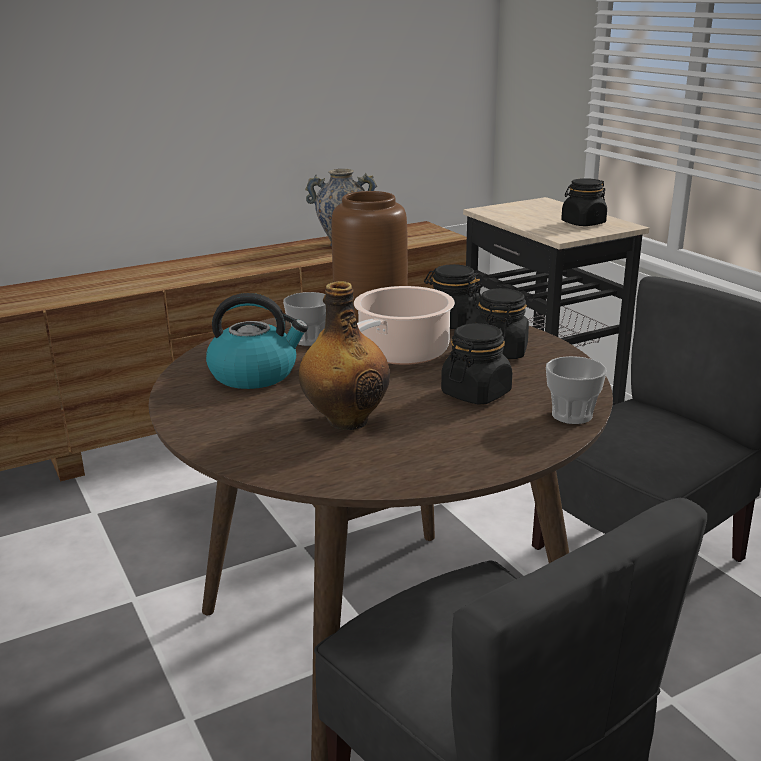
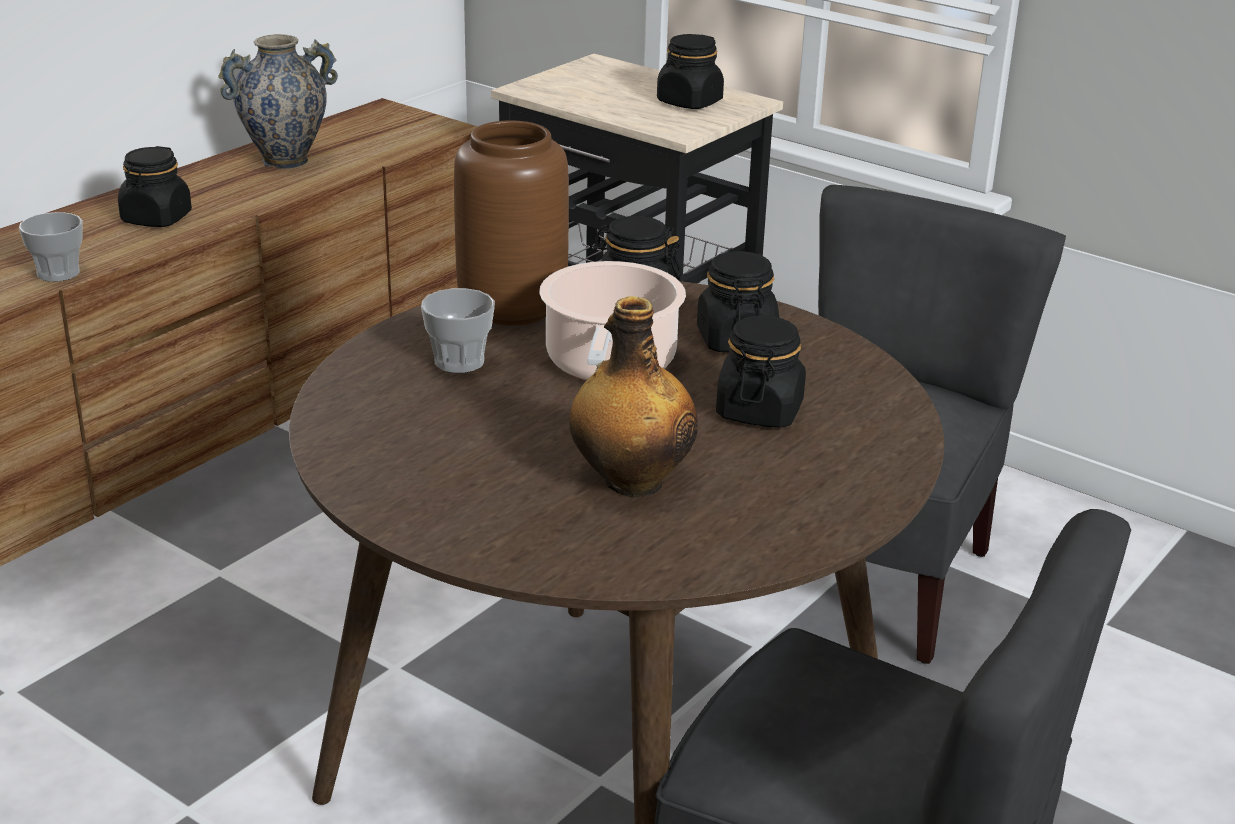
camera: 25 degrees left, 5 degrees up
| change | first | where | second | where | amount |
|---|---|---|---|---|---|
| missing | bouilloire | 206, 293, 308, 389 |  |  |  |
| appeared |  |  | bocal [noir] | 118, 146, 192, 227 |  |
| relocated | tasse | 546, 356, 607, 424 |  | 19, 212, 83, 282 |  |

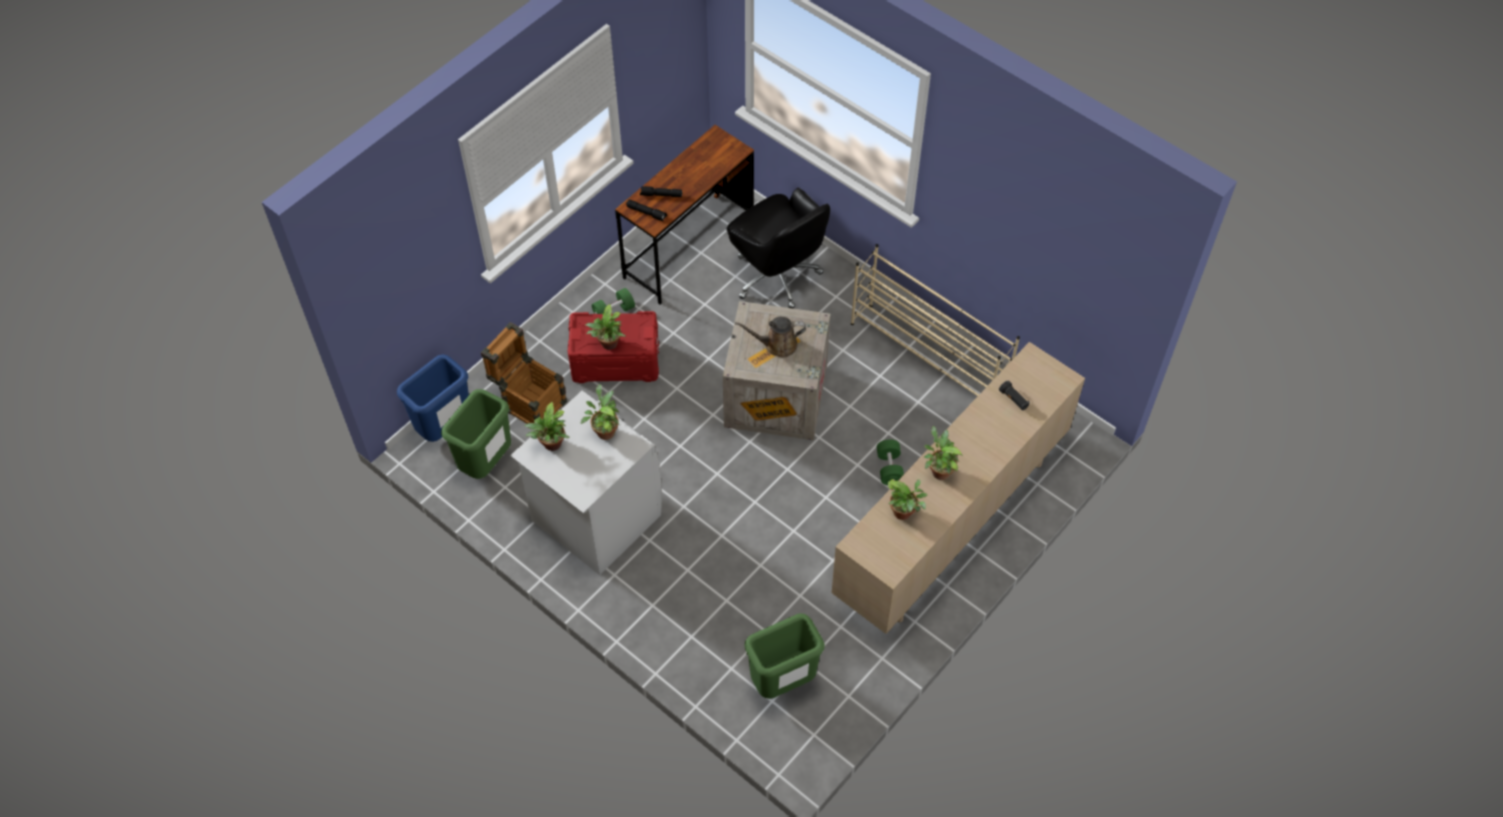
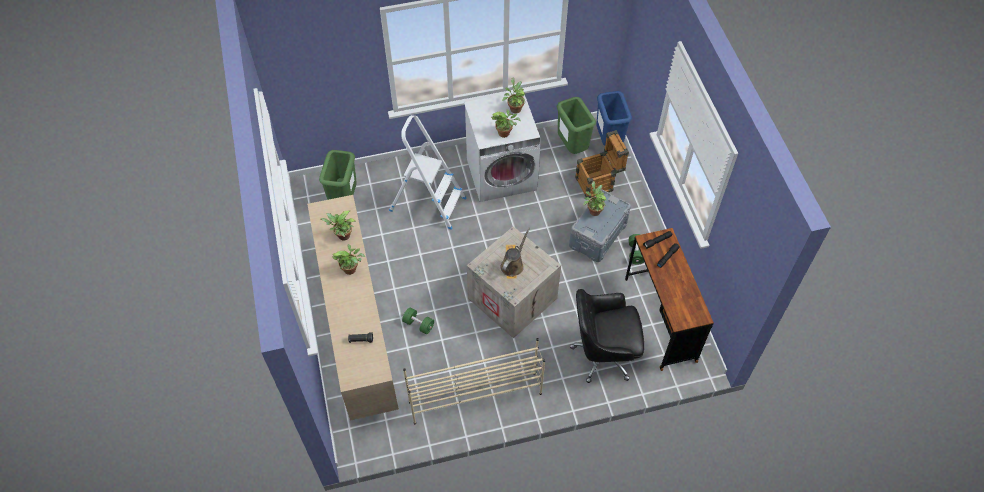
camera: 125 degrees right, 0 degrees up
| change | first | where | second | where | amount |
|---|---|---|---|---|---|
| appeared |  |  | escabeau [blanc] | 389, 115, 466, 230 |  |
| colour | boîte de rangement [rouge] | 567, 311, 659, 383 | boîte de rangement [gris] | 569, 189, 631, 262 |  |

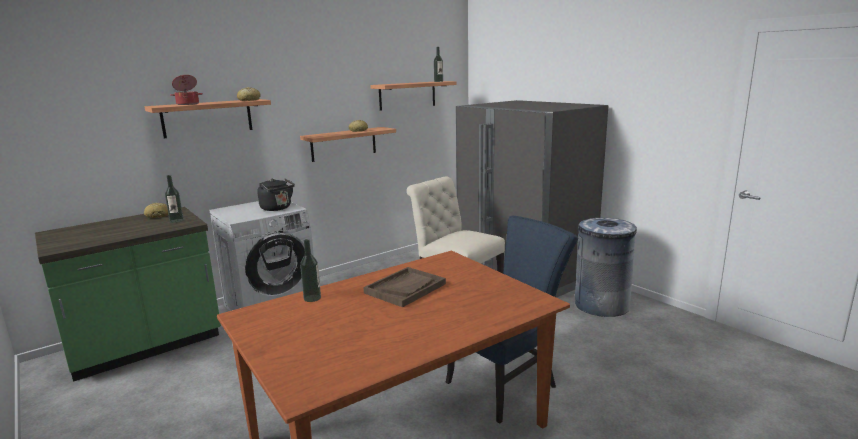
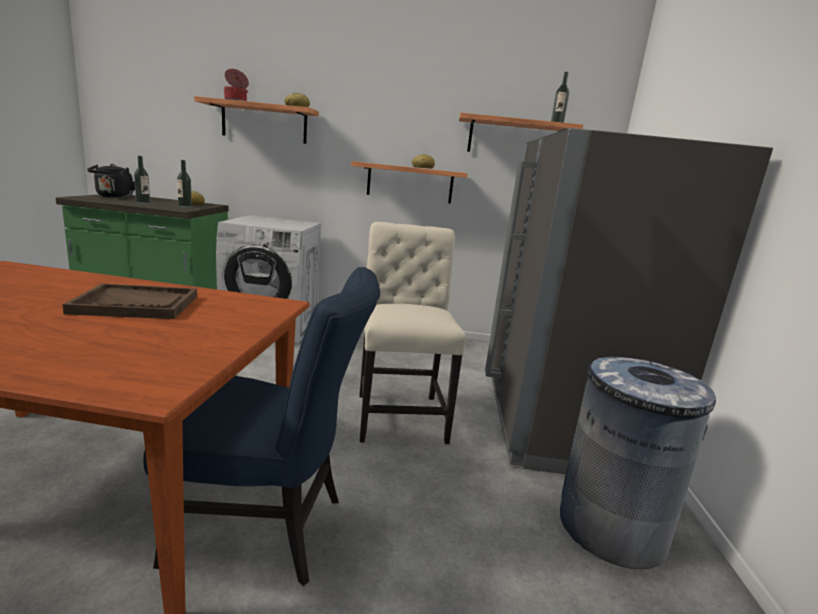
camera: 40 degrees right, 0 degrees up
| change | first | where | second | where | amount |
|---|---|---|---|---|---|
| relocated | bouilloire [noir] | 257, 178, 295, 211 |  | 87, 164, 135, 198 |  |
| relocated | bouteille | 300, 239, 321, 302 |  | 134, 156, 150, 204 |  |

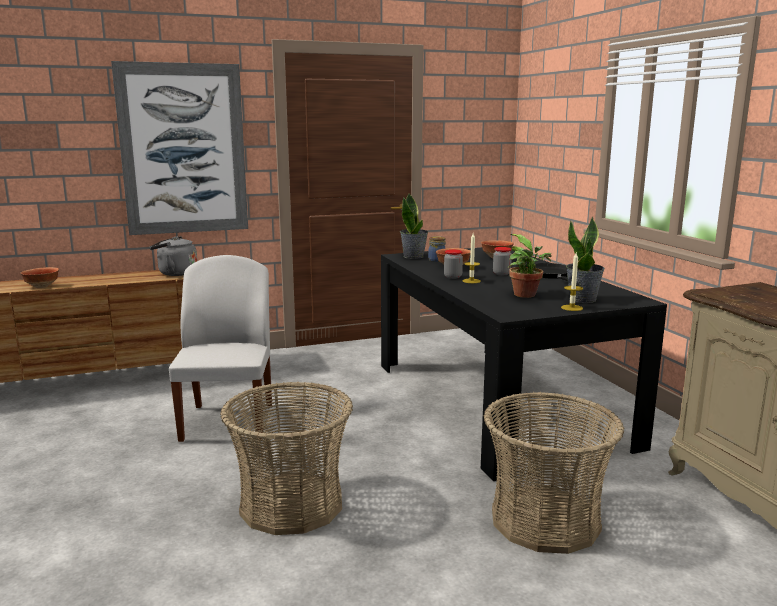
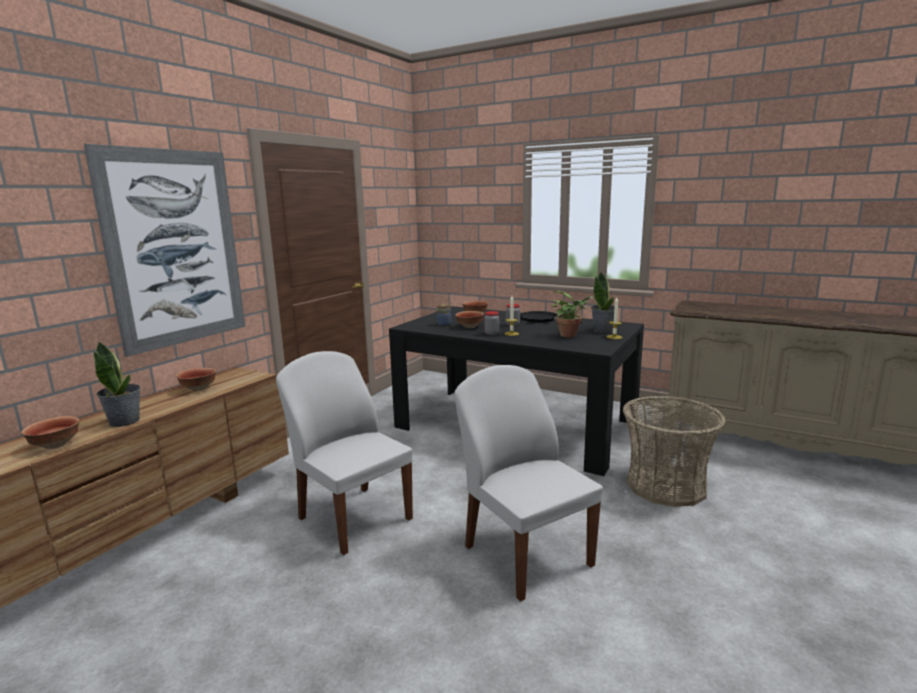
camera: 40 degrees left, 0 degrees up
| change | first | where | second | where | amount |
|---|---|---|---|---|---|
| relocated | plante en pot | 400, 194, 428, 259 |  | 94, 342, 140, 427 |  |
| exchanged | bouilloire [gris] | 149, 236, 197, 276 | bol | 176, 368, 216, 391 |  |
| exchanged | panier | 220, 382, 353, 535 | chaise [blanc] | 454, 365, 603, 601 |  |

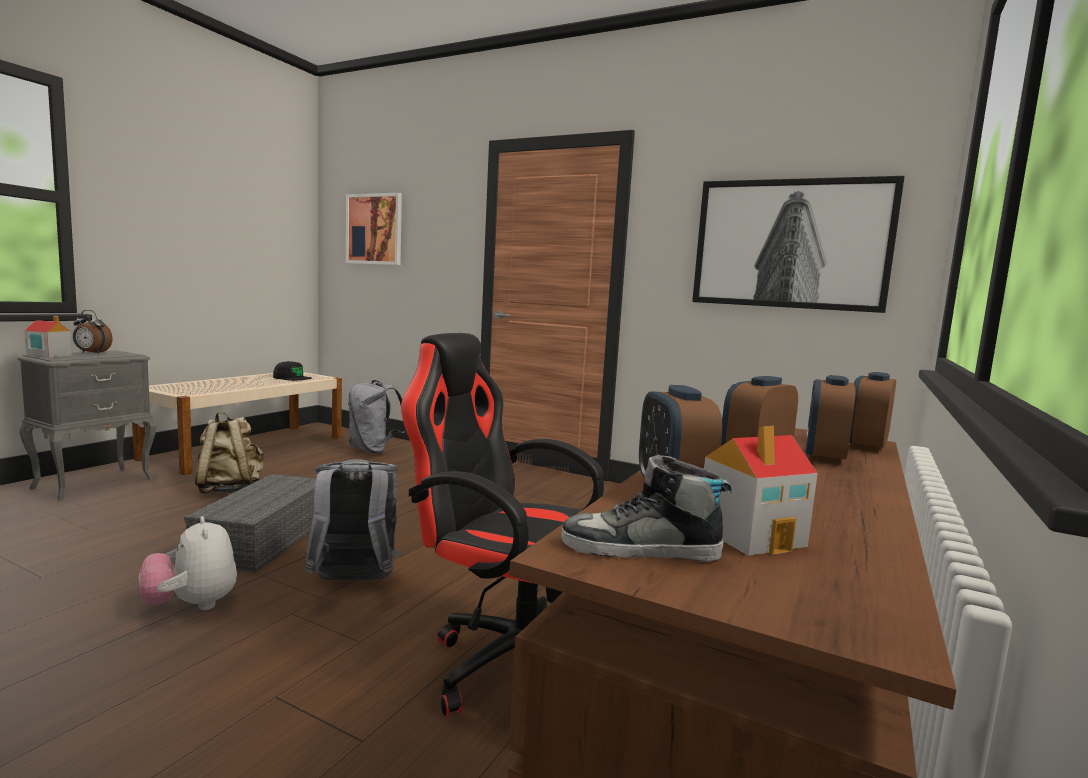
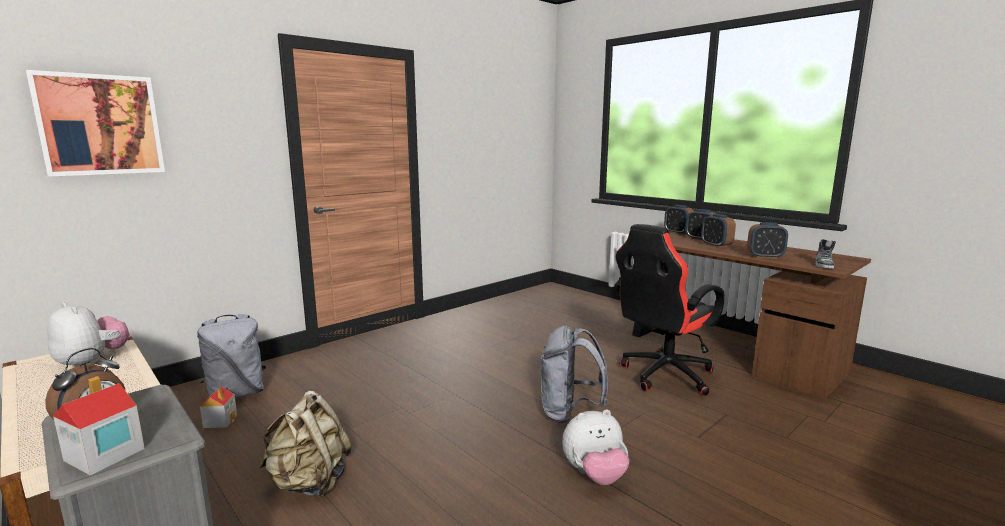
camera: 70 degrees left, 5 degrees up
| change | first | where | second | where | amount |
|---|---|---|---|---|---|
| missing | boîte de rangement [gris] | 184, 474, 316, 572 |  |  |  |
| missing | tableau | 692, 176, 905, 313 |  |  |  |
| relocated | maison miniature | 704, 426, 818, 556 |  | 199, 387, 237, 428 |  |
| exchanged | casquette [noir] | 273, 361, 312, 381 | peluche | 47, 302, 130, 366 |  |

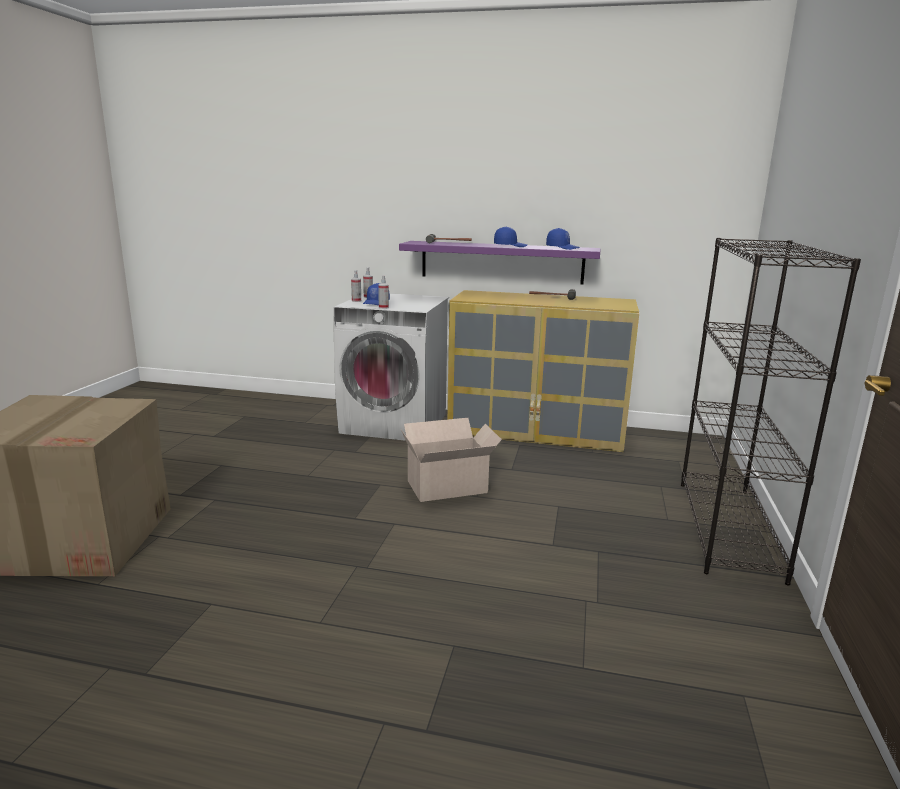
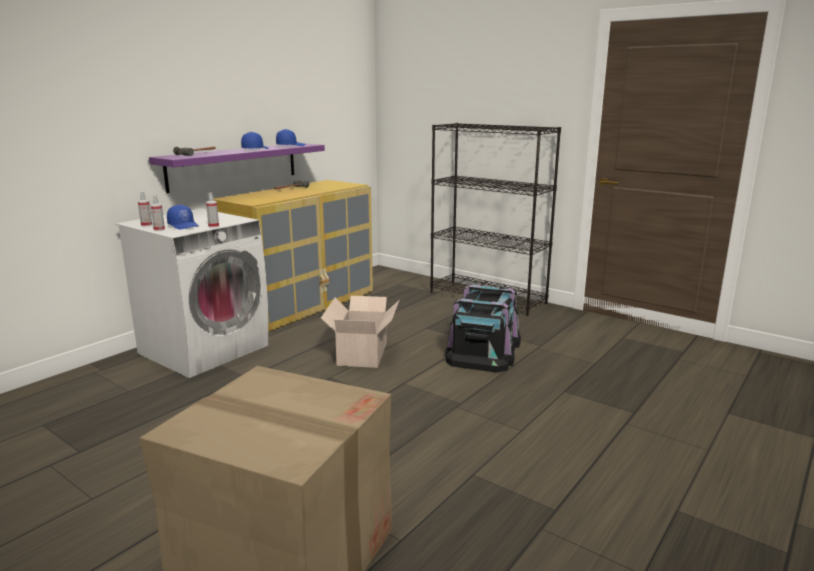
camera: 65 degrees left, 0 degrees up
| change | first | where | second | where | amount |
|---|---|---|---|---|---|
| appeared |  |  | boîte de rangement [noir] | 445, 285, 521, 373 |  |

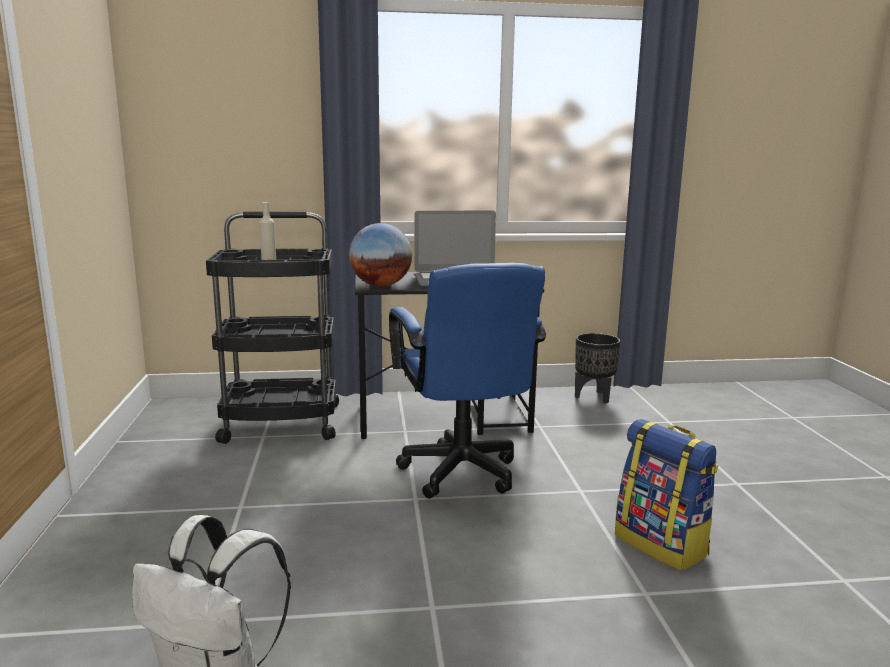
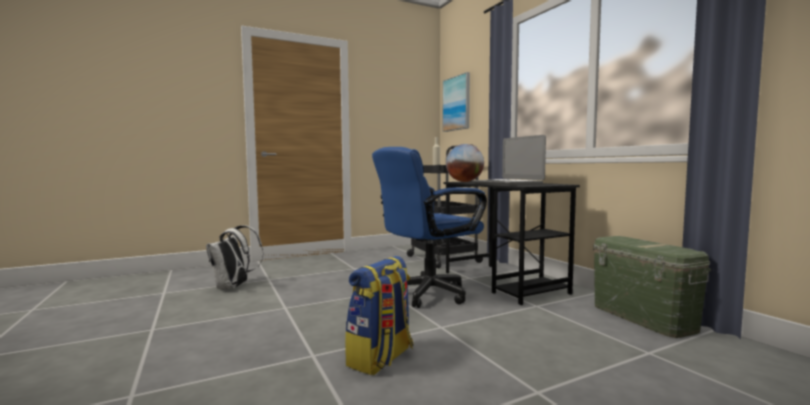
camera: 70 degrees right, 10 degrees down
| change | first | where | second | where | amount |
|---|---|---|---|---|---|
| appeared |  |  | tableau | 443, 72, 470, 132 |  |
| exchanged | cache-pot [noir] | 575, 333, 621, 404 | boîte de rangement [vert] | 593, 236, 711, 338 |  |

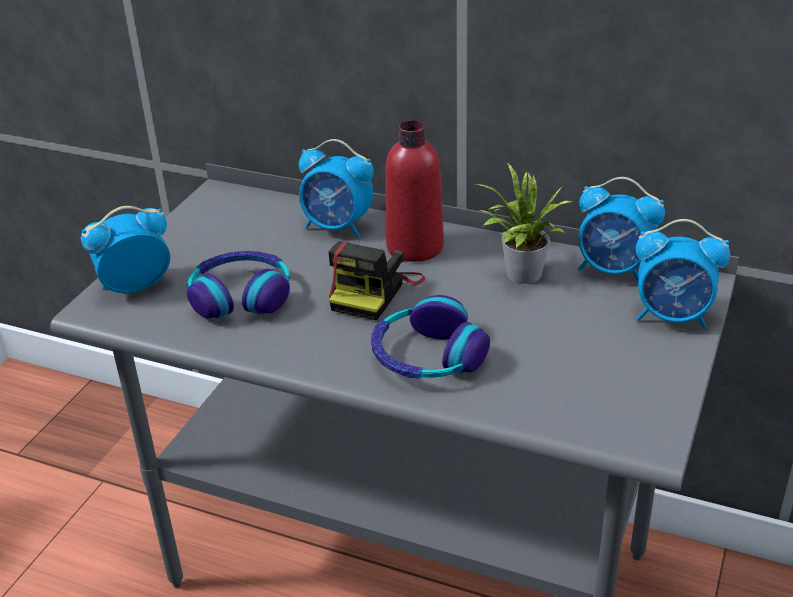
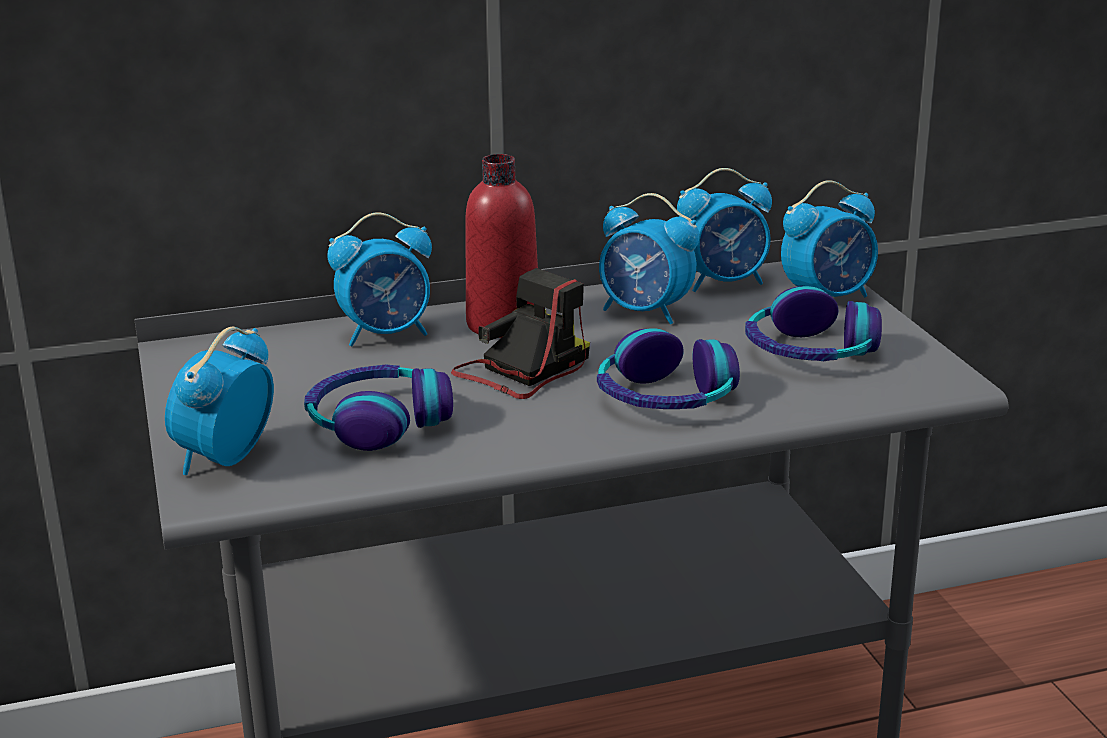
camera: 40 degrees left, 10 degrees down
| change | first | where | second | where | amount |
|---|---|---|---|---|---|
| appeared |  |  | casque audio | 745, 286, 882, 361 |  |
| exchanged | plante en pot | 476, 163, 572, 284 | réveil | 599, 193, 699, 324 |  |
| spun | appareil photo | 328, 242, 425, 321 |  | 451, 268, 590, 399 | 120 degrees counterclockwise |

